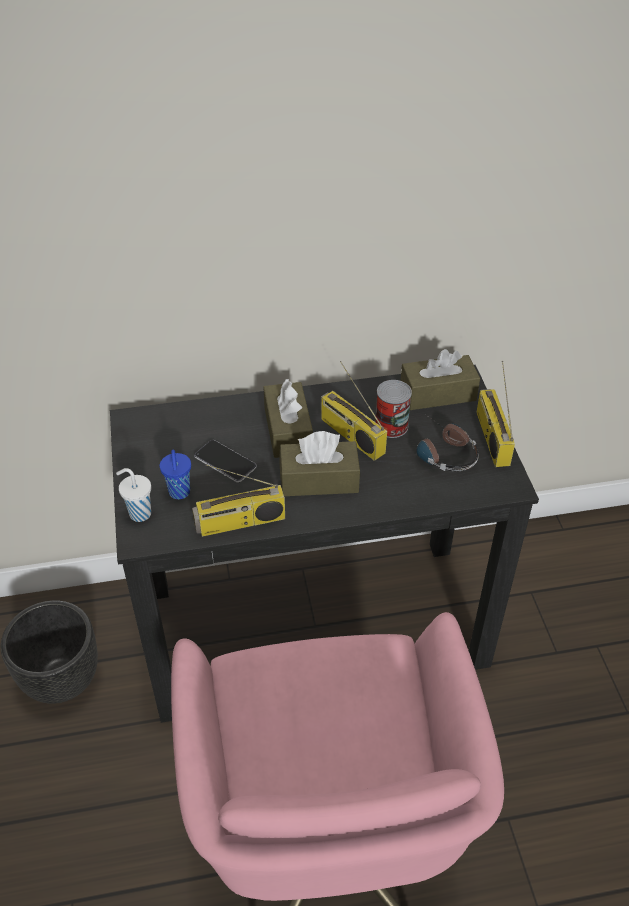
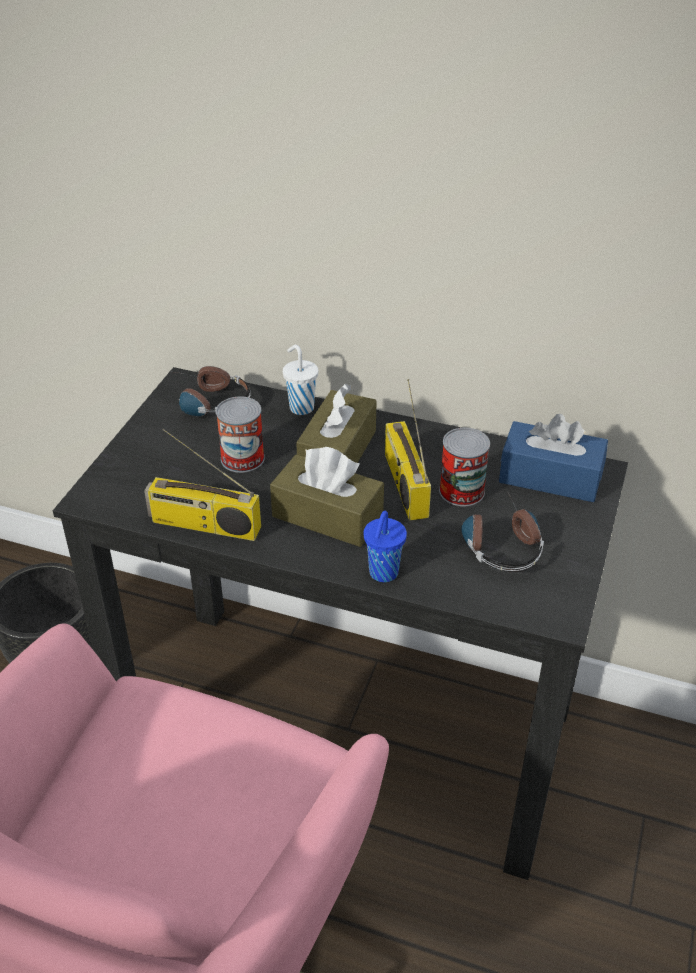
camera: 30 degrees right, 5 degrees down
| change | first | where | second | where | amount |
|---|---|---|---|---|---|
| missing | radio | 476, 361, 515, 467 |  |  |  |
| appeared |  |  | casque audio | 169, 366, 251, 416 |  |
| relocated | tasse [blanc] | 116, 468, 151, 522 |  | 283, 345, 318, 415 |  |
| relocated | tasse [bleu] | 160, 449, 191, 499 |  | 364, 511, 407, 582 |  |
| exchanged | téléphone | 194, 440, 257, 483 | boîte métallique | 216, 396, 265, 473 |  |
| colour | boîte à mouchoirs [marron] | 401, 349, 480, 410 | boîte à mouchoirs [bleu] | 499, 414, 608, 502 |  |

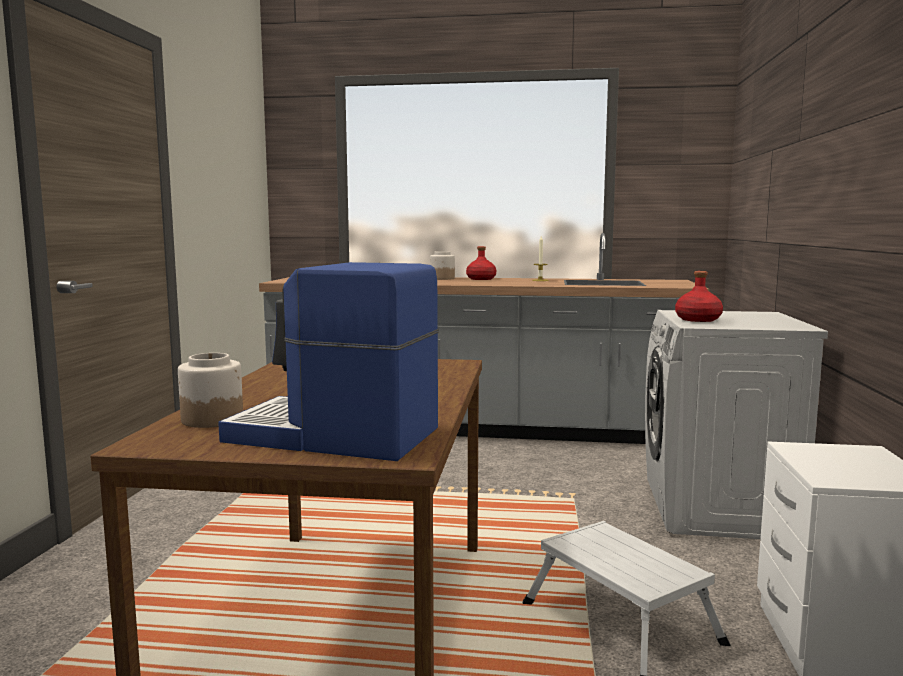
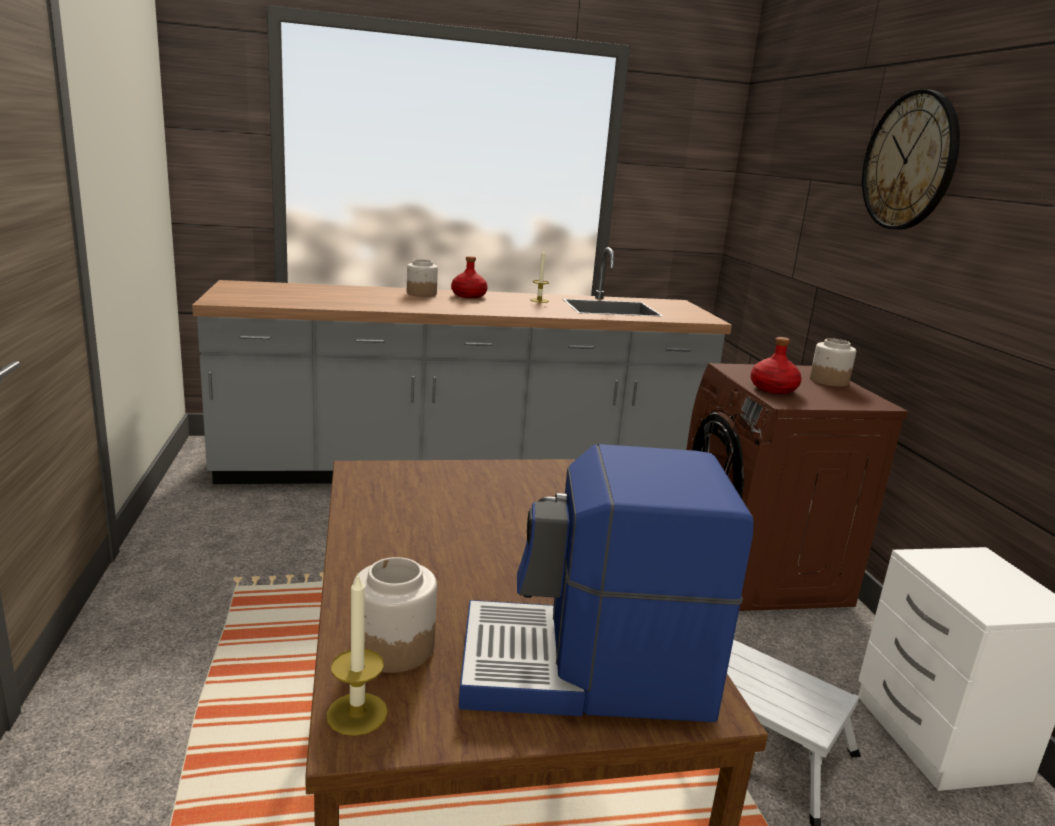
camera: 20 degrees left, 10 degrees up
| change | first | where | second | where | amount |
|---|---|---|---|---|---|
| appeared |  |  | bougie | 327, 576, 388, 736 |  |
| appeared |  |  | bocal | 810, 338, 856, 387 |  |
| appeared |  |  | horloge murale | 862, 89, 960, 230 |  |
| colour | lave-linge [blanc] | 645, 310, 828, 539 | lave-linge [marron] | 686, 363, 908, 611 |  |

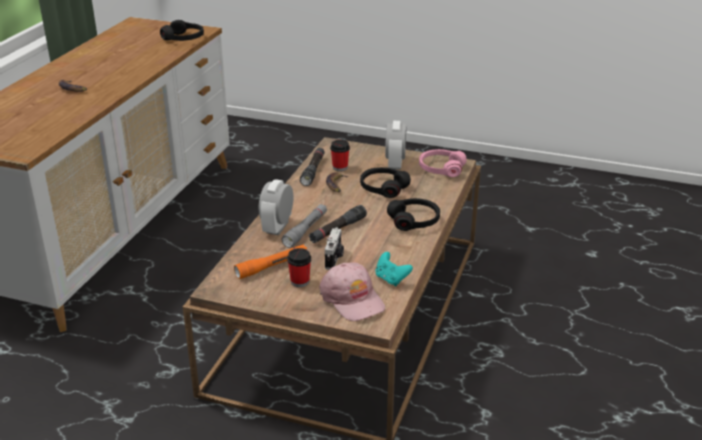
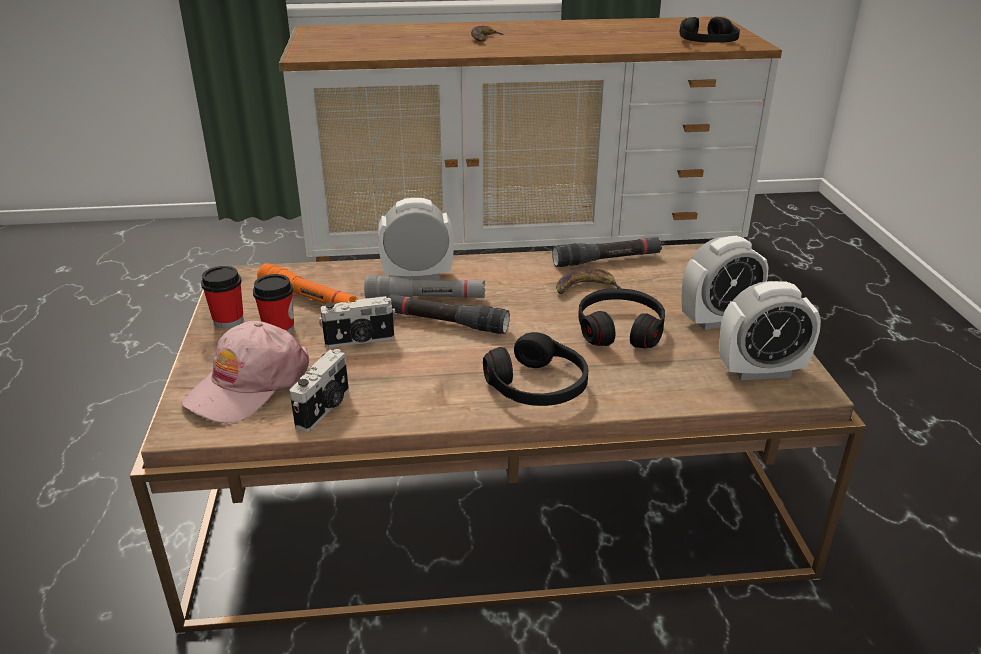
camera: 65 degrees right, 0 degrees up
| change | first | where | second | where | amount |
|---|---|---|---|---|---|
| relocated | tasse | 330, 140, 350, 171 |  | 201, 266, 244, 328 |  |
| exchanged | manette [turquoise] | 375, 252, 413, 286 | appareil photo | 290, 349, 349, 432 |  |
| exchanged | casque audio [rose] | 419, 149, 467, 177 | réveil | 719, 281, 821, 380 |  |

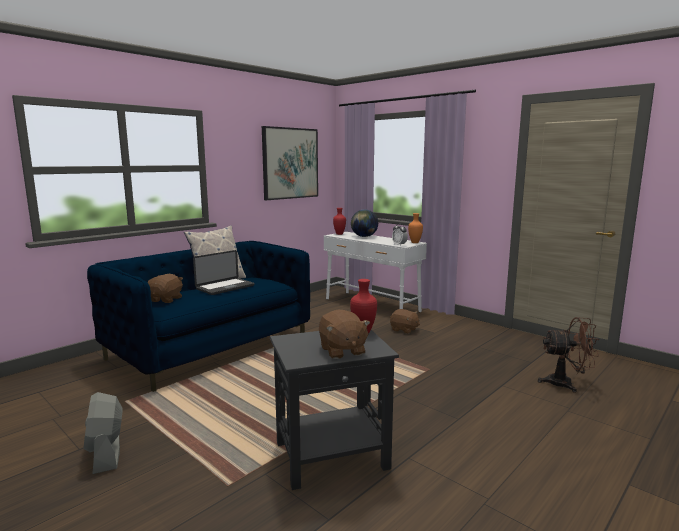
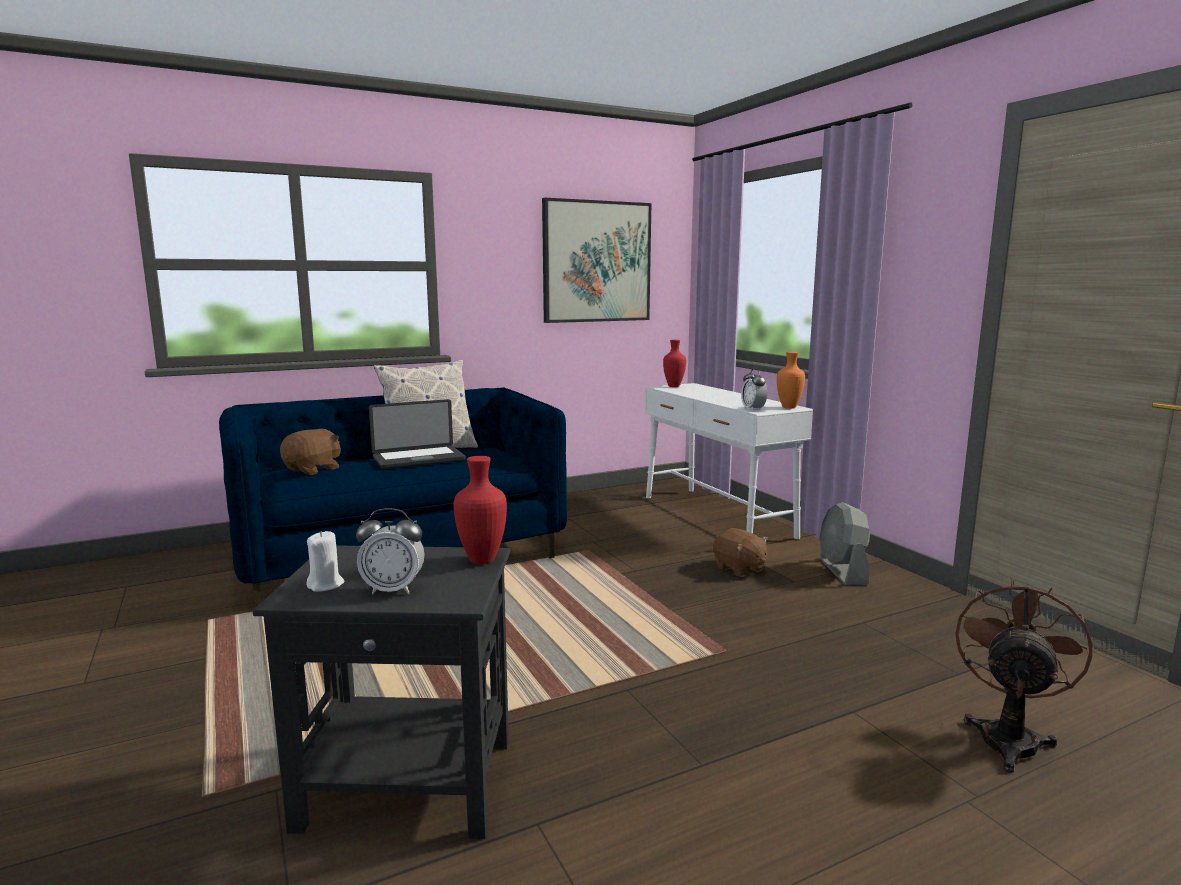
camera: 20 degrees right, 0 degrees up
| change | first | where | second | where | amount |
|---|---|---|---|---|---|
| missing | globe | 351, 209, 378, 237 |  |  |  |
| appeared |  |  | bougie [blanc] | 306, 531, 344, 592 |  |
| relocated | ventilateur [gris] | 84, 392, 123, 474 |  | 819, 502, 870, 585 |  |
| exchanged | peluche [marron] | 319, 310, 370, 359 | réveil | 356, 508, 425, 595 |  |
| spun | ventilateur [marron] | 538, 317, 599, 393 |  | 955, 578, 1092, 773 | 90 degrees counterclockwise |

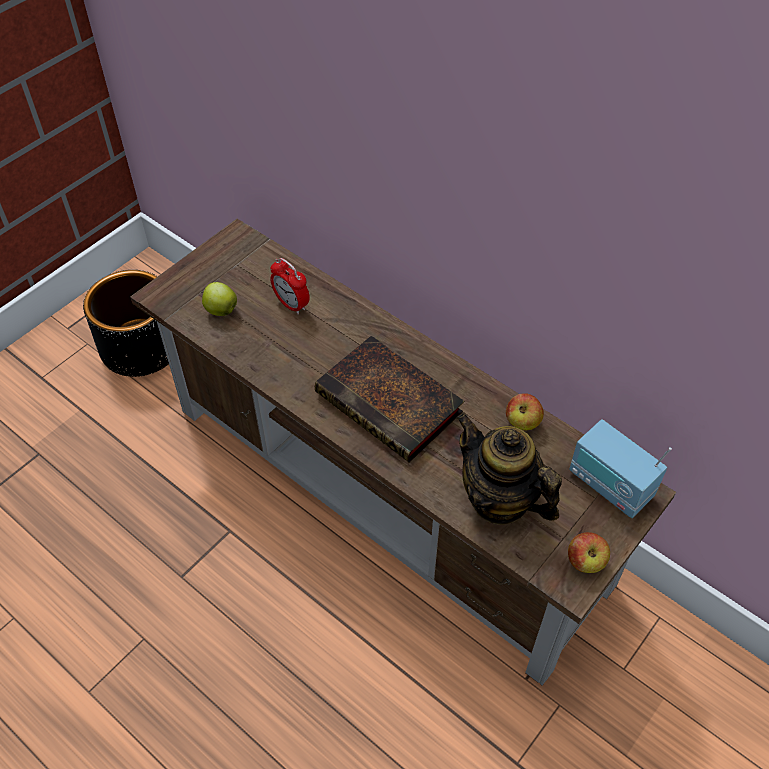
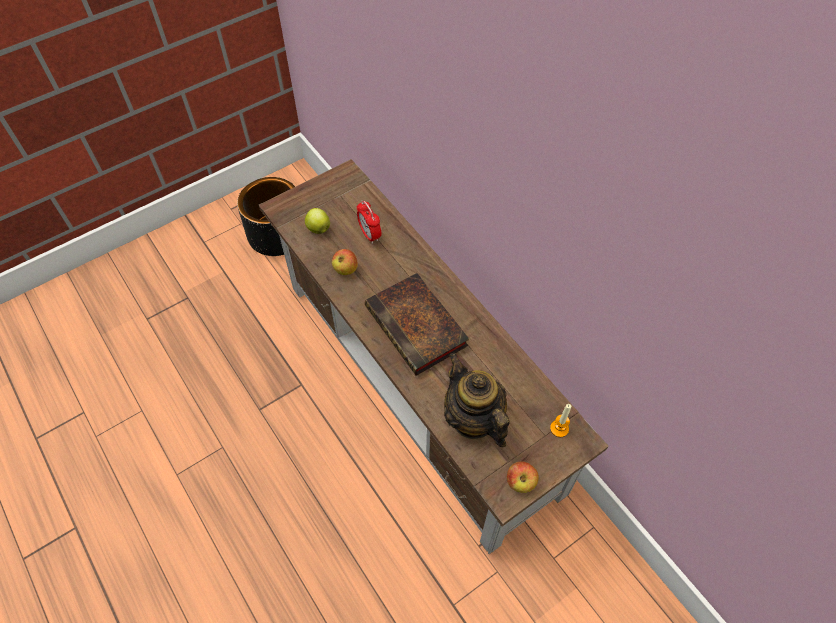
camera: 15 degrees right, 5 degrees up
| change | first | where | second | where | amount |
|---|---|---|---|---|---|
| relocated | pomme | 506, 393, 544, 430 |  | 332, 249, 358, 275 |  |
| exchanged | radio | 569, 419, 672, 518 | bougie | 550, 404, 572, 437 |  |

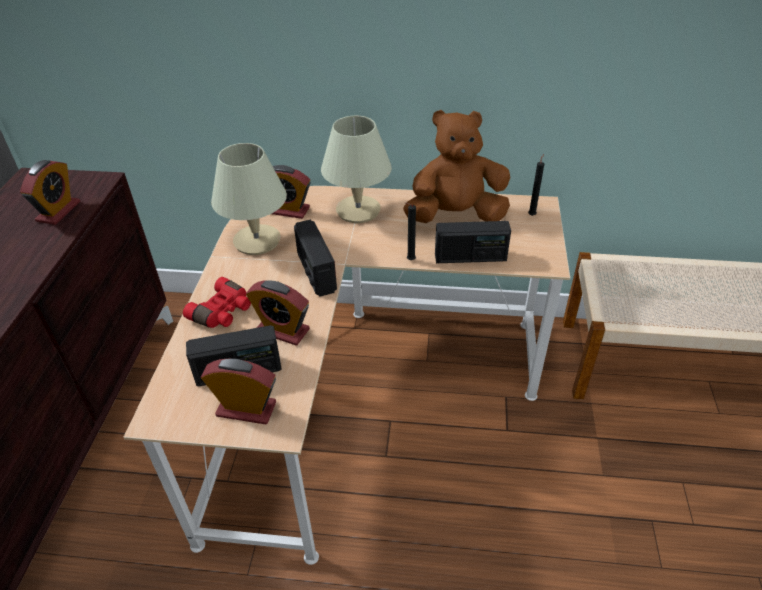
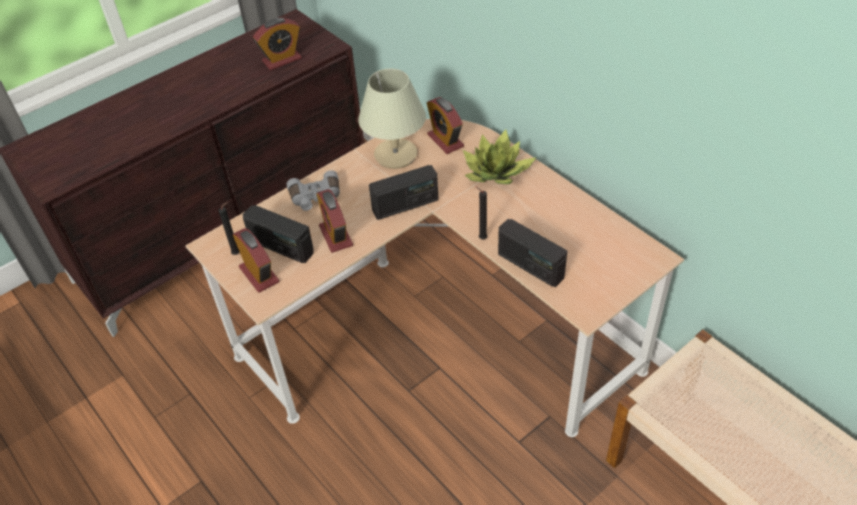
camera: 45 degrees right, 5 degrees up
| change | first | where | second | where | amount |
|---|---|---|---|---|---|
| missing | peluche [marron] | 403, 110, 510, 223 |  |  |  |
| relocated | bougie [noir] | 528, 154, 544, 216 |  | 218, 202, 240, 255 |  |
| exchanged | lampe de table [beige] | 321, 116, 392, 223 | plante en pot | 463, 129, 537, 184 |  |
| colour | jumelles [rouge] | 183, 277, 251, 328 | jumelles [gris] | 287, 170, 340, 211 |  |
| spun | radio | 294, 220, 337, 297 |  | 369, 165, 439, 220 | 135 degrees counterclockwise |

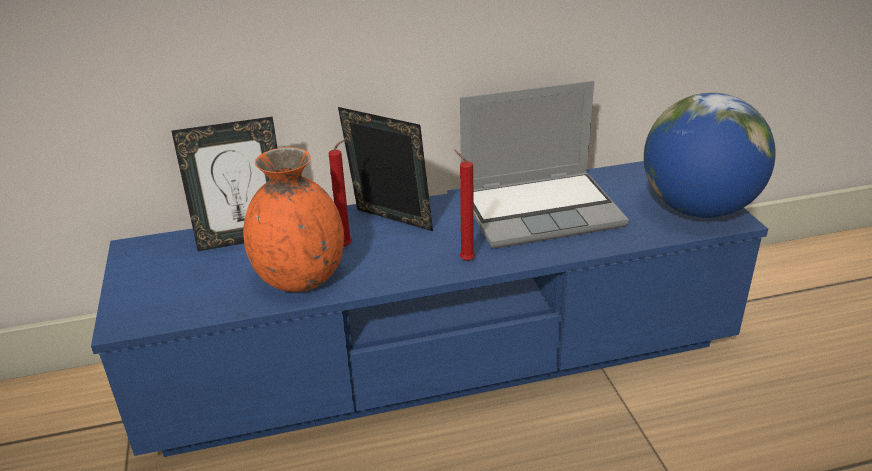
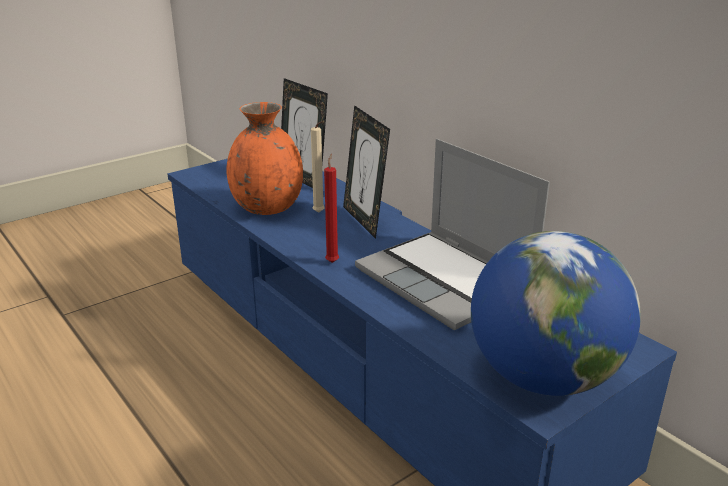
camera: 65 degrees right, 5 degrees down
| change | first | where | second | where | amount |
|---|---|---|---|---|---|
| colour | bougie [rouge] | 329, 138, 352, 247 | bougie [beige] | 311, 121, 325, 213 |  |
| spun | cadre photo | 338, 107, 433, 231 |  | 343, 105, 390, 239 | 150 degrees clockwise |

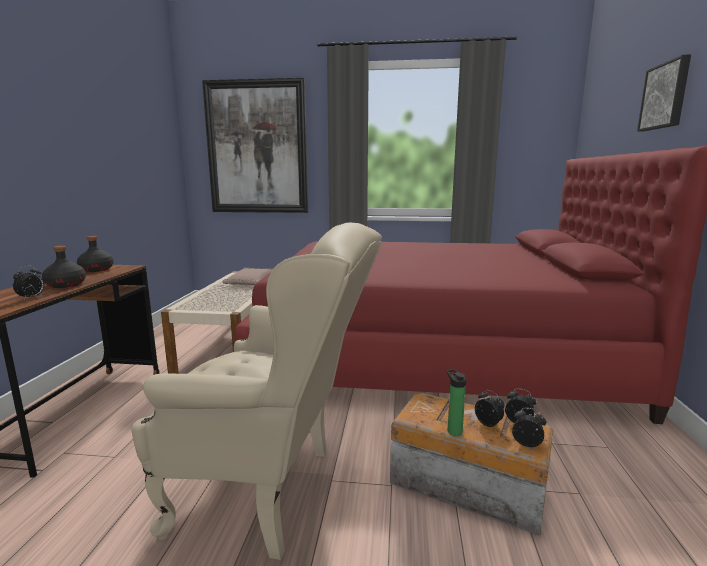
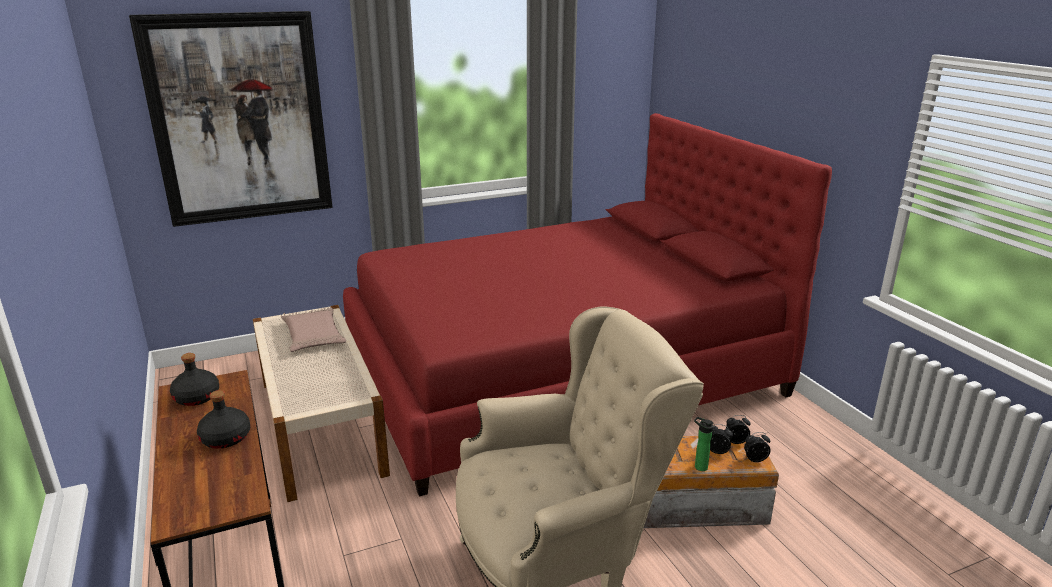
camera: 30 degrees left, 10 degrees up
| change | first | where | second | where | amount |
|---|---|---|---|---|---|
| missing | réveil | 13, 265, 44, 300 |  |  |  |
| missing | tableau | 637, 54, 691, 132 |  |  |  |

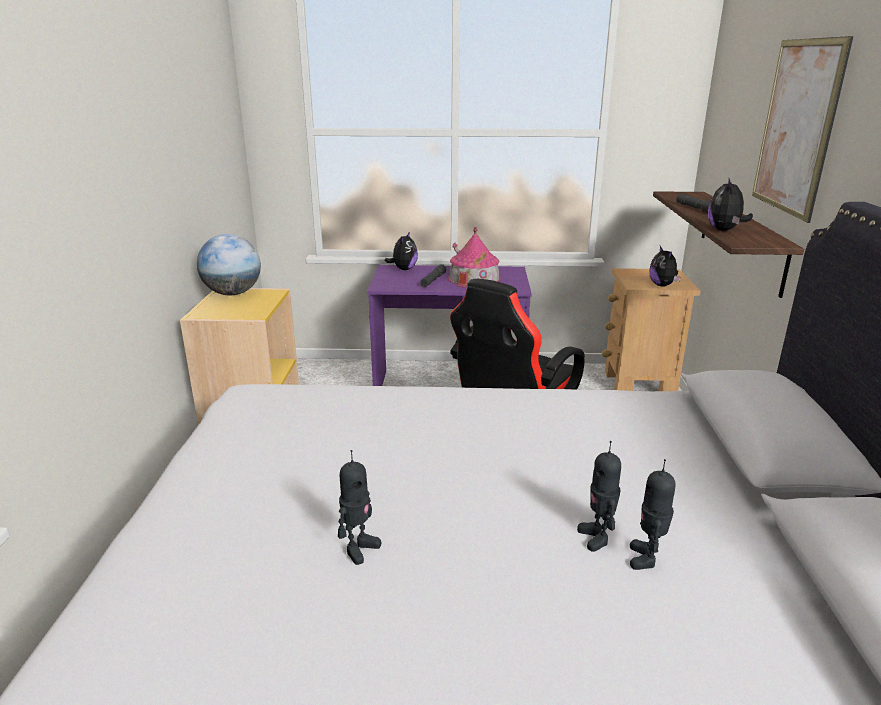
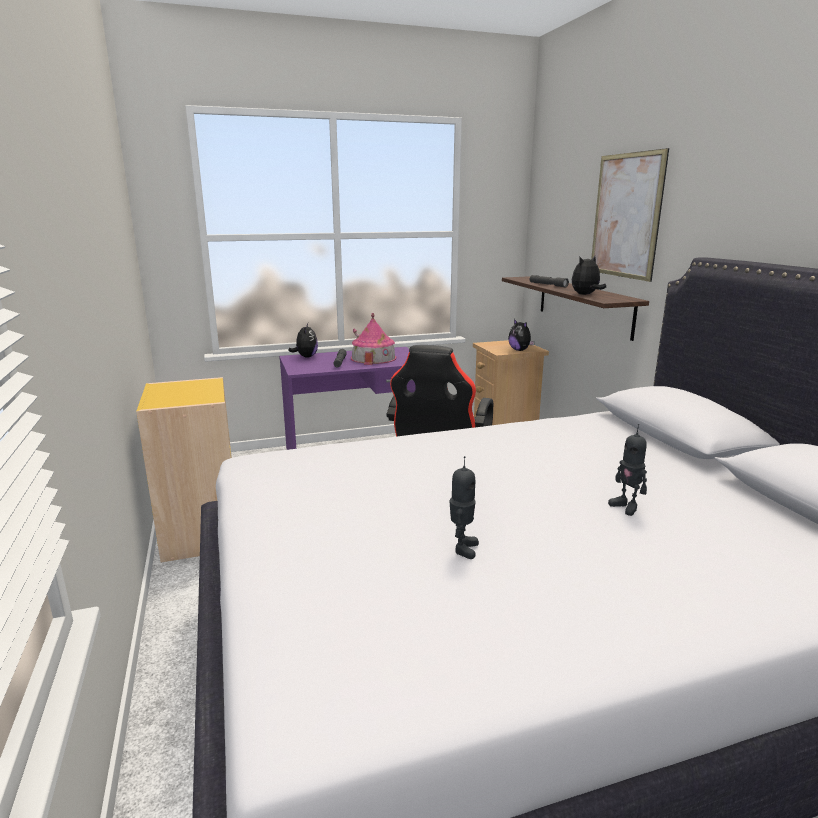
camera: 20 degrees left, 5 degrees down
| change | first | where | second | where | amount |
|---|---|---|---|---|---|
| missing | globe | 197, 234, 261, 295 |  |  |  |
| missing | robot jouet | 630, 459, 675, 570 |  |  |  |
| spun | peluche | 708, 178, 753, 231 |  | 572, 256, 606, 295 | 60 degrees clockwise |

